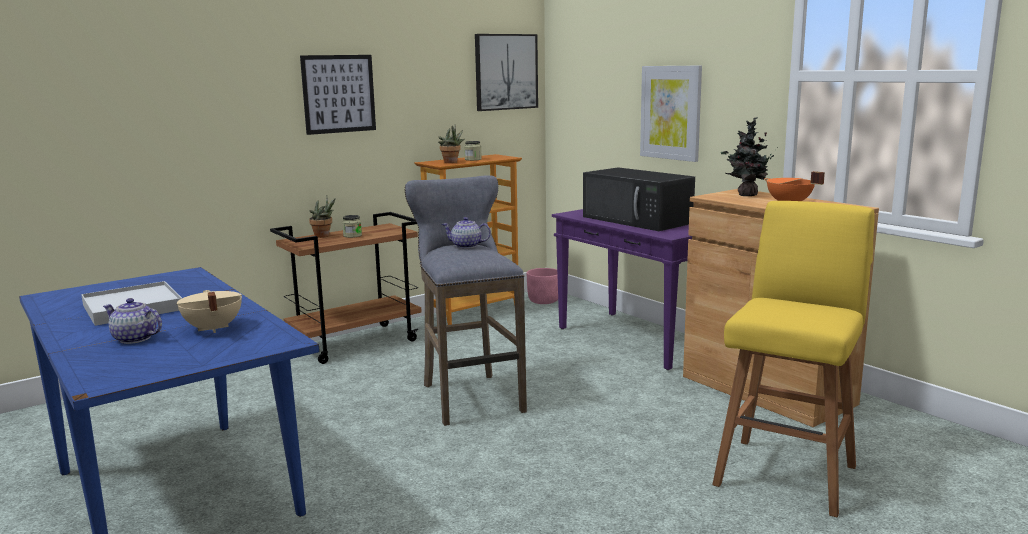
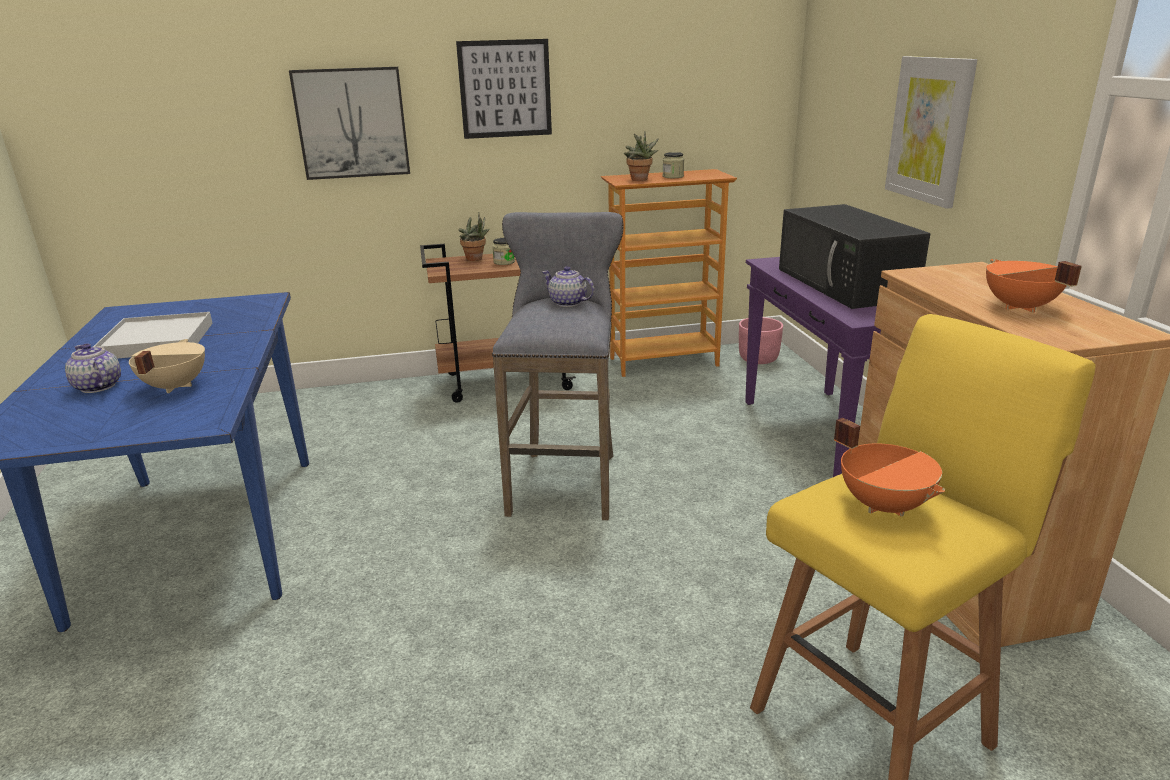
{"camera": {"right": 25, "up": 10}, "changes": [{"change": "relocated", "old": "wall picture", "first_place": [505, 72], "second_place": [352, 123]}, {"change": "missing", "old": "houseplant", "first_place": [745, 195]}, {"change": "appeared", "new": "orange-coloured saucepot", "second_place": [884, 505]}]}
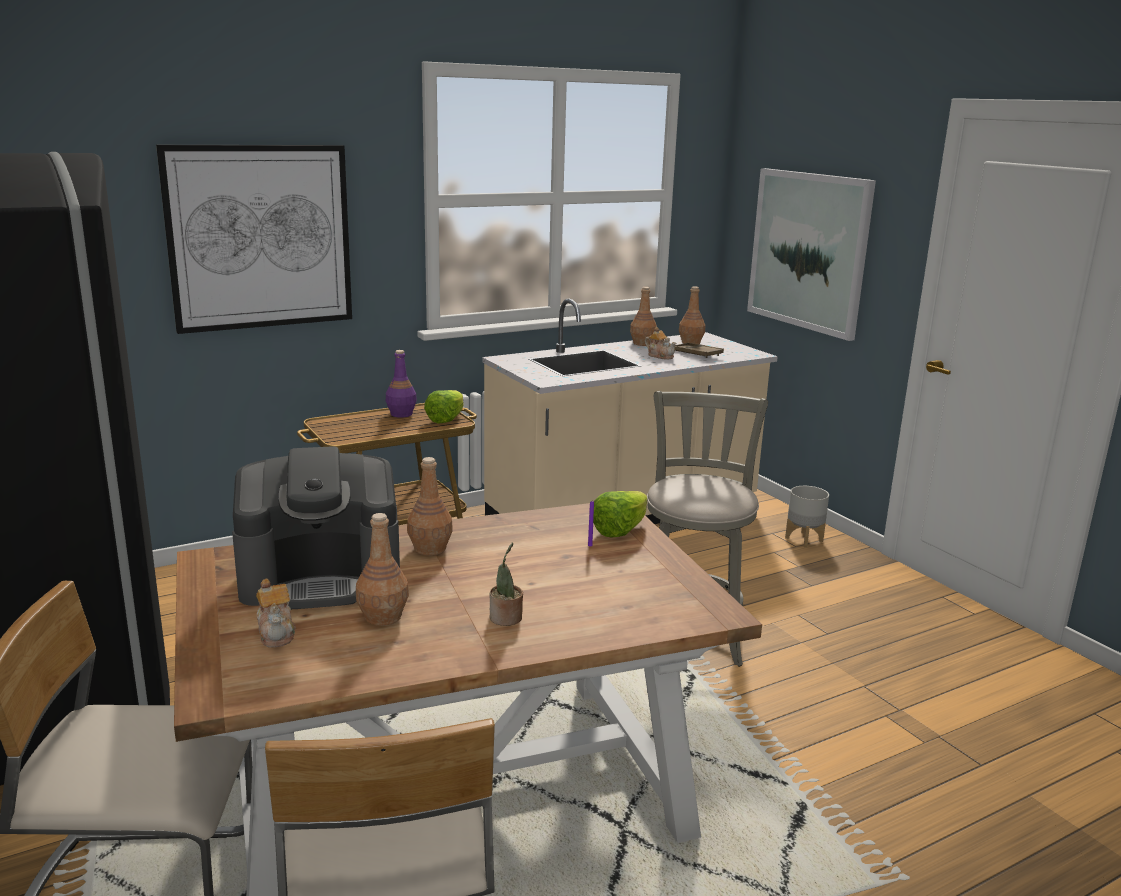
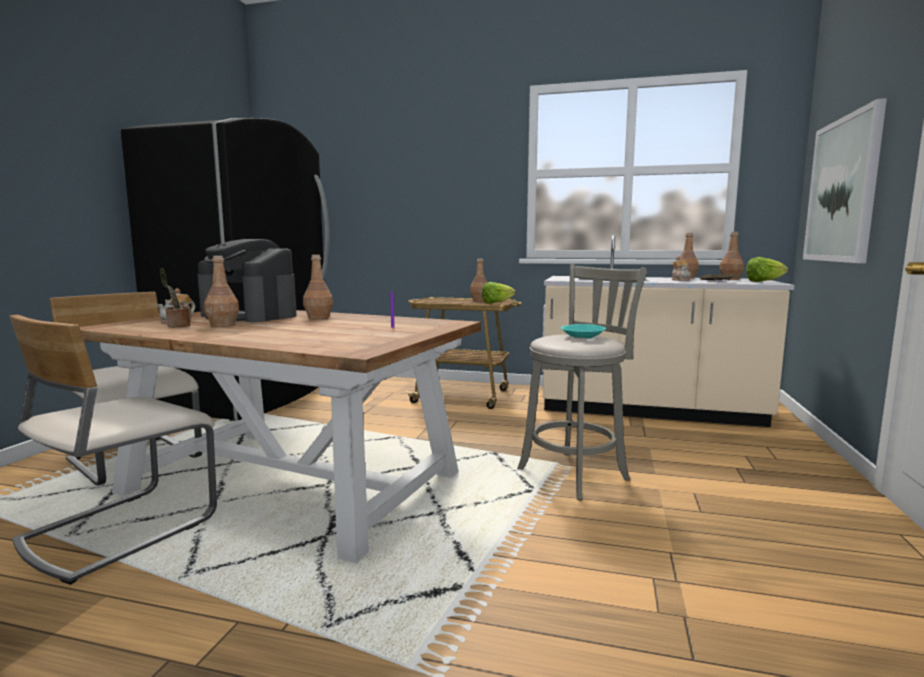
{"camera": {"right": 45, "up": -10}, "changes": [{"change": "missing", "old": "wall picture", "first_place": [260, 237]}, {"change": "colour", "old": "purple-coloured drink bottle", "new": "brownish drink bottle", "first_place": [401, 414], "second_place": [479, 300]}, {"change": "missing", "old": "greyish plant pot", "first_place": [803, 539]}, {"change": "relocated", "old": "head of lettuce", "first_place": [620, 530], "second_place": [764, 282]}, {"change": "relocated", "old": "houseplant", "first_place": [506, 619], "second_place": [177, 326]}, {"change": "appeared", "new": "blue-green deep dish", "second_place": [583, 337]}]}
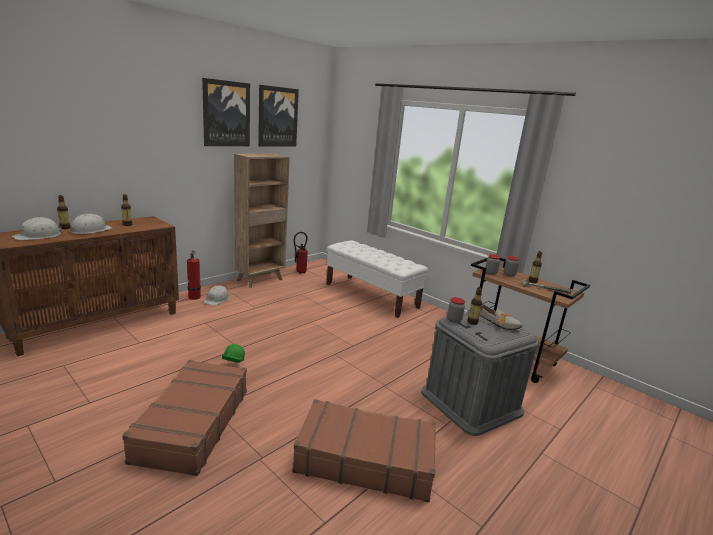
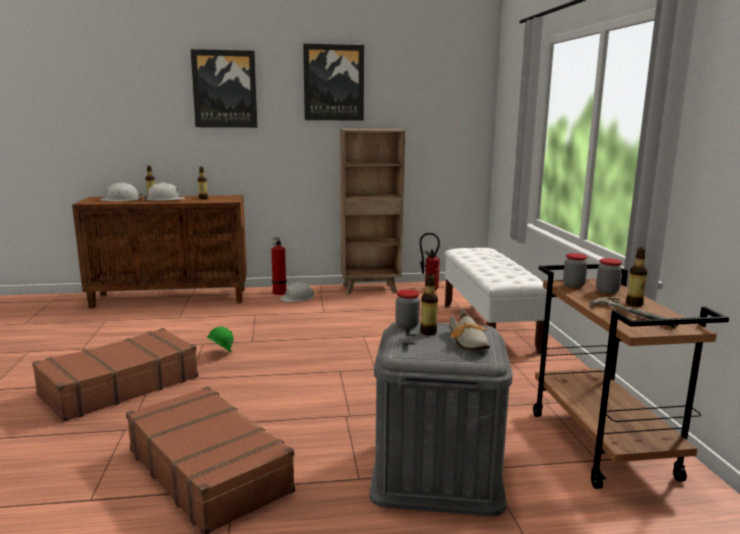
{"camera": {"right": 40, "up": -5}, "changes": [{"change": "relocated", "old": "wall picture", "first_place": [277, 117], "second_place": [225, 89]}]}
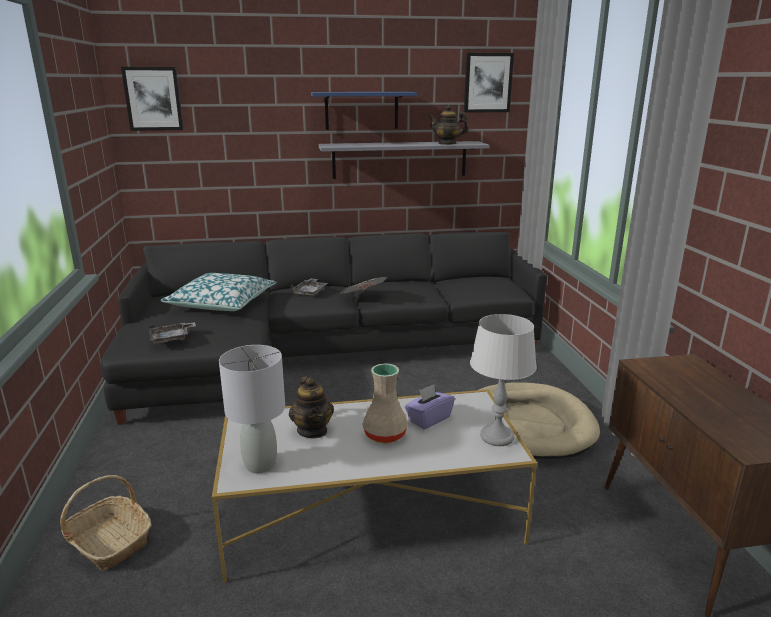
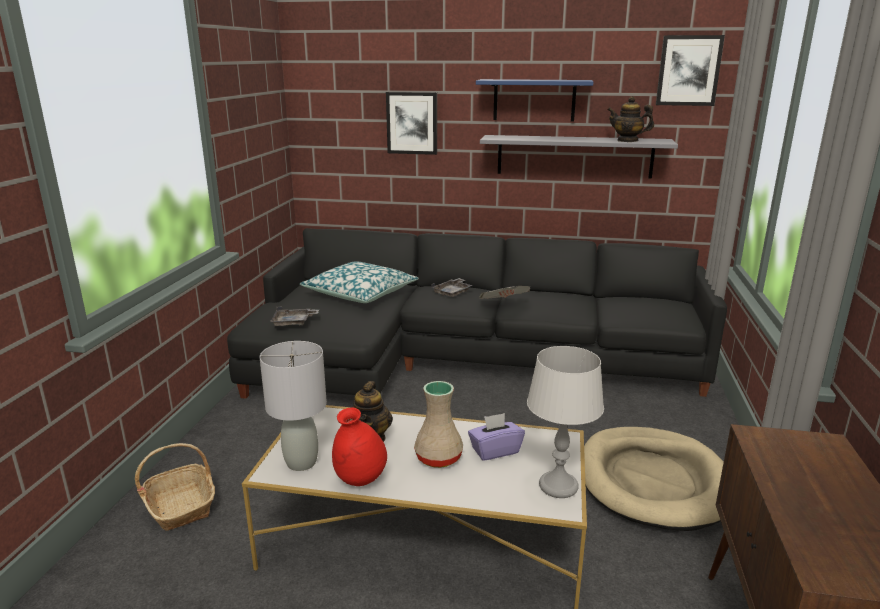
{"camera": {"right": 20, "up": 0}, "changes": [{"change": "relocated", "old": "wall picture", "first_place": [153, 99], "second_place": [412, 123]}, {"change": "appeared", "new": "red-coloured vase", "second_place": [360, 480]}]}
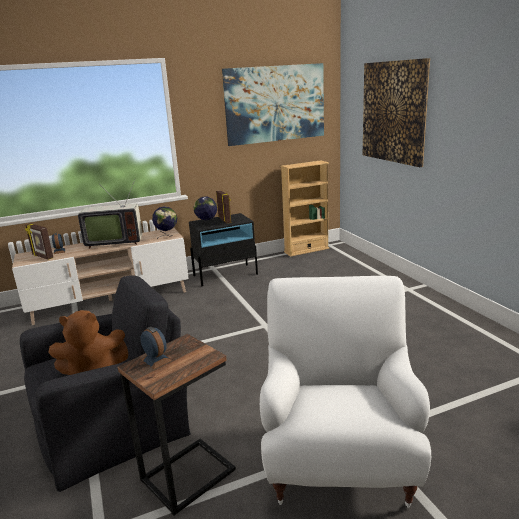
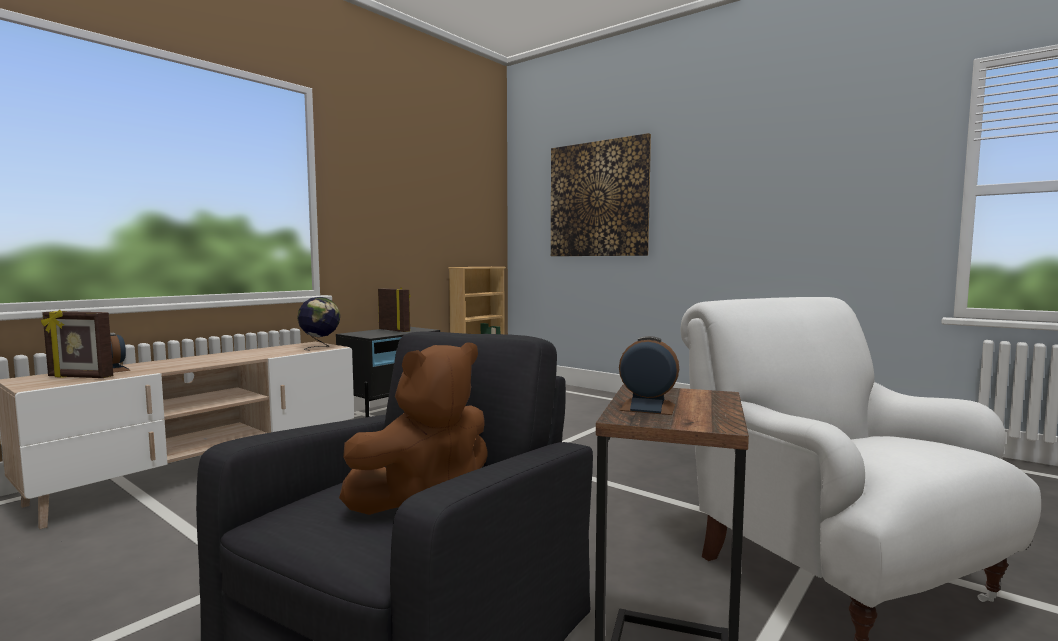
{"camera": {"right": -30, "up": -15}, "changes": [{"change": "missing", "old": "wall picture", "first_place": [275, 104]}, {"change": "missing", "old": "TV set", "first_place": [114, 242]}, {"change": "missing", "old": "desk globe", "first_place": [207, 226]}]}
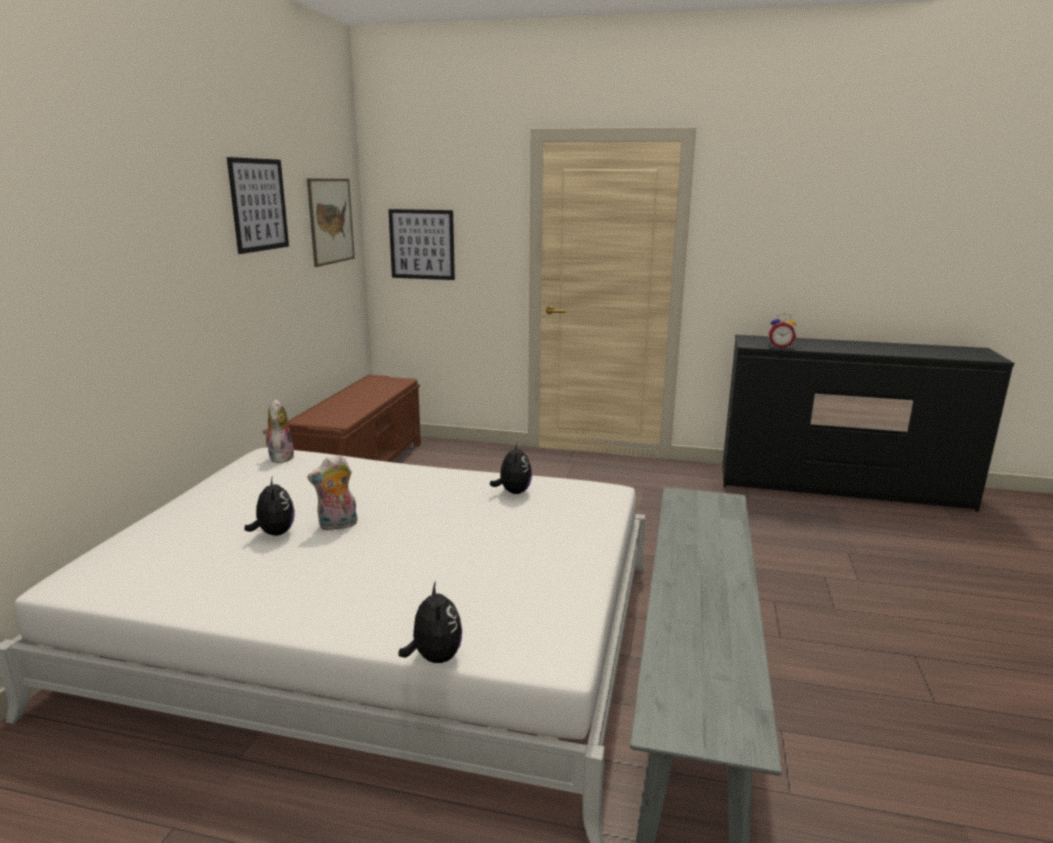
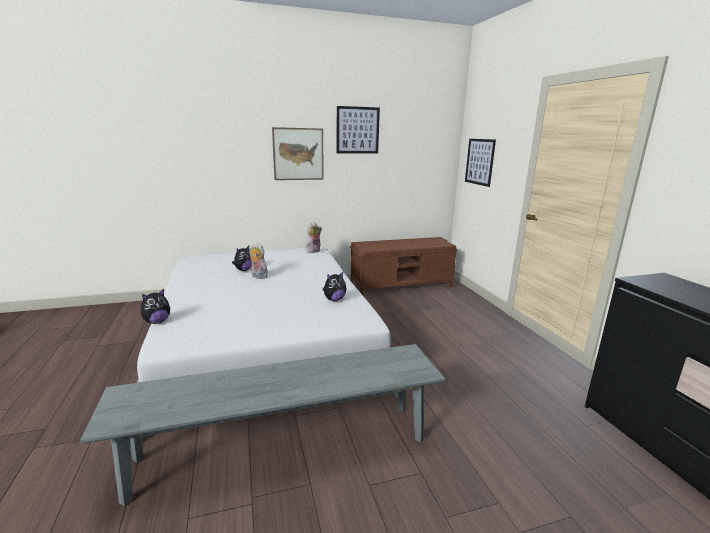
{"camera": {"right": 60, "up": 0}, "changes": [{"change": "relocated", "old": "wall picture", "first_place": [331, 221], "second_place": [298, 154]}, {"change": "missing", "old": "table clock", "first_place": [780, 346]}]}
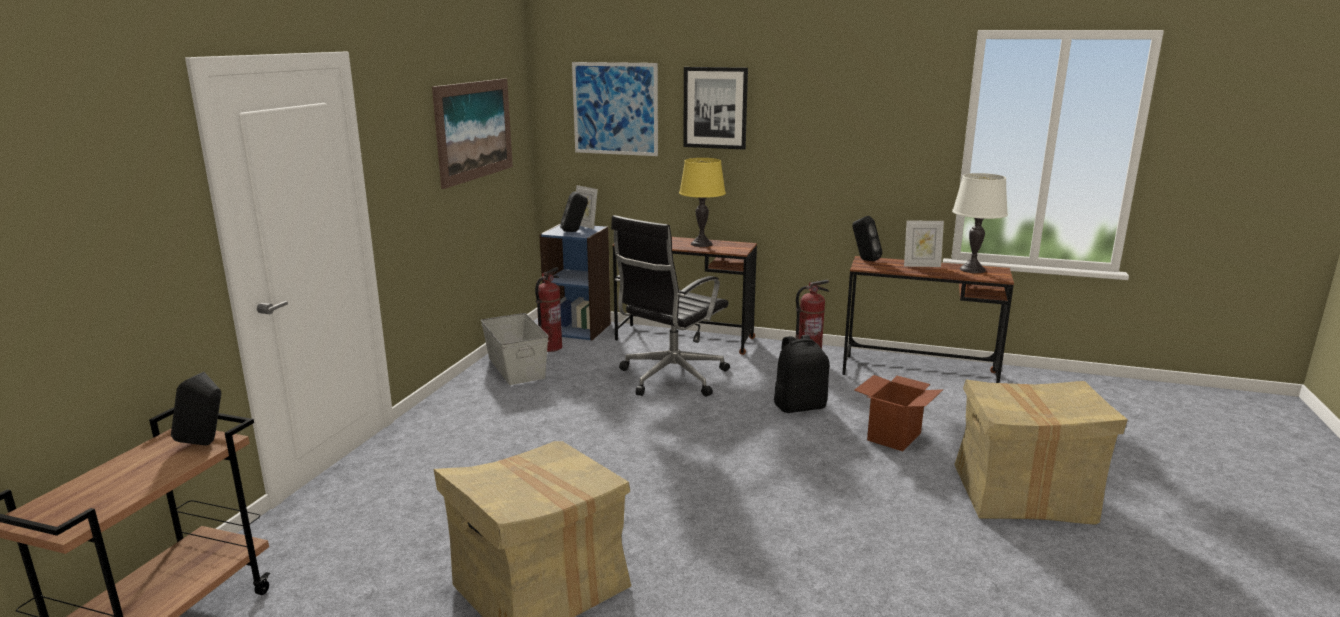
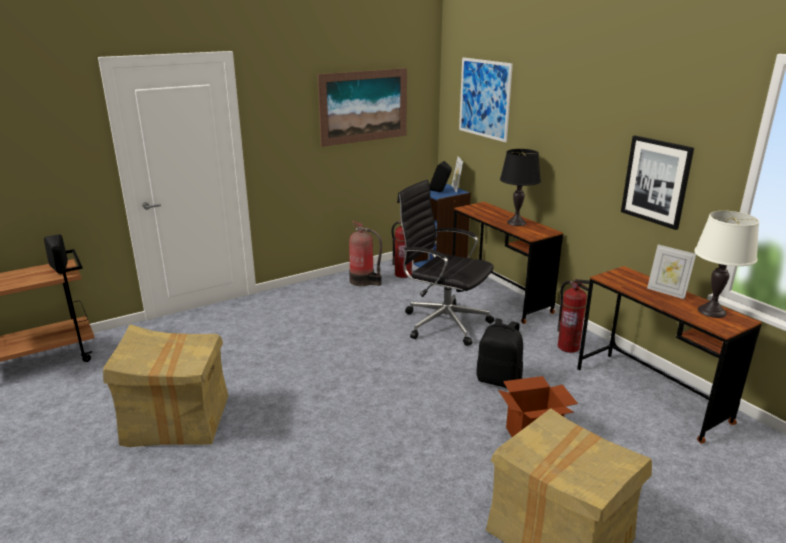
{"camera": {"right": 40, "up": 5}, "changes": [{"change": "relocated", "old": "wall picture", "first_place": [715, 108], "second_place": [656, 181]}, {"change": "colour", "old": "yellowish tabletop lamp", "new": "blackish tabletop lamp", "first_place": [701, 244], "second_place": [516, 223]}, {"change": "spun", "old": "blackish office chair", "first_place": [670, 378], "second_place": [443, 323], "degrees": 45}, {"change": "missing", "old": "blackish loudspeaker", "first_place": [864, 260]}, {"change": "exchanged", "old": "greyish storage box", "new": "extinguisher", "first_place": [516, 367], "second_place": [364, 281]}]}
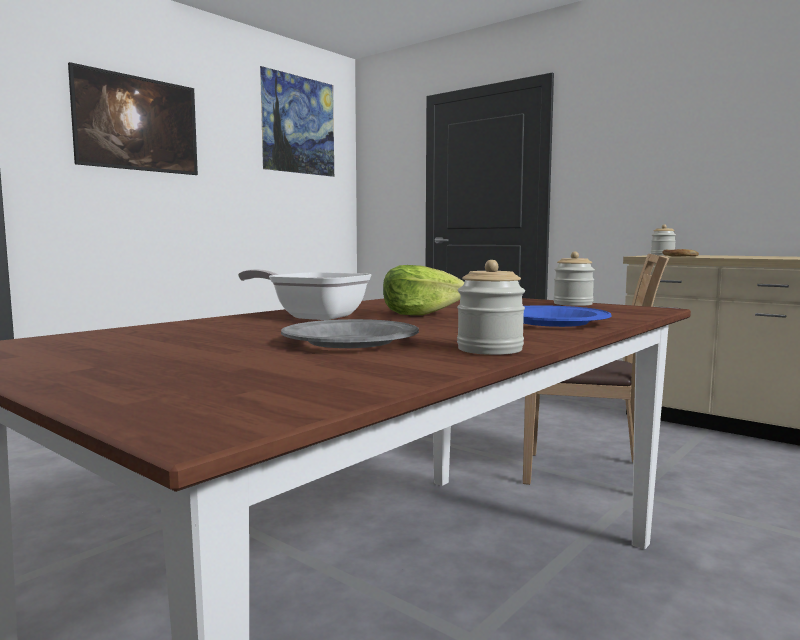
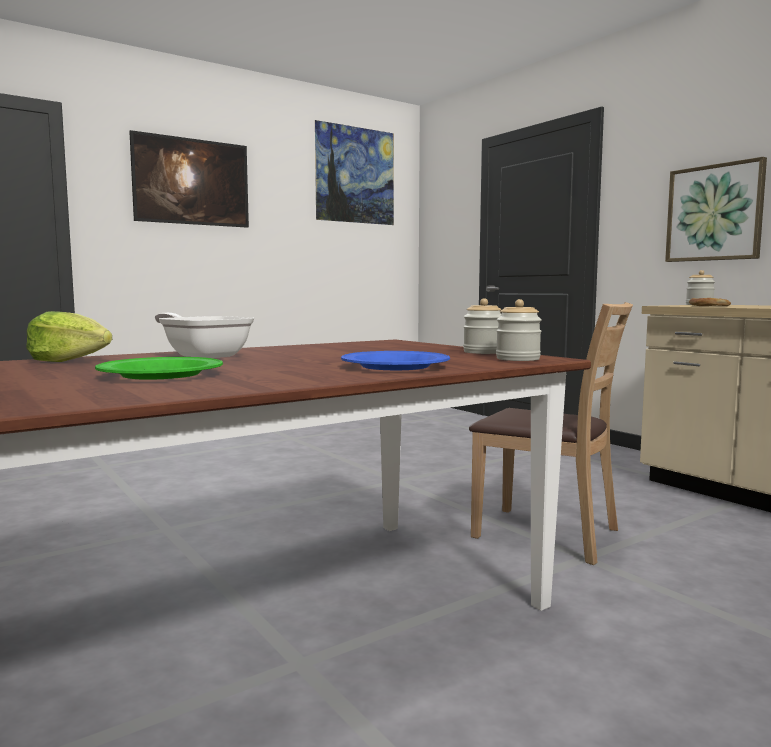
{"camera": {"right": 15, "up": 0}, "changes": [{"change": "relocated", "old": "preserve jar", "first_place": [490, 349], "second_place": [517, 359]}, {"change": "relocated", "old": "head of lettuce", "first_place": [419, 314], "second_place": [69, 361]}, {"change": "colour", "old": "greyish dinner plate", "new": "greenish dinner plate", "first_place": [351, 341], "second_place": [162, 374]}, {"change": "appeared", "new": "wall picture", "second_place": [714, 213]}]}
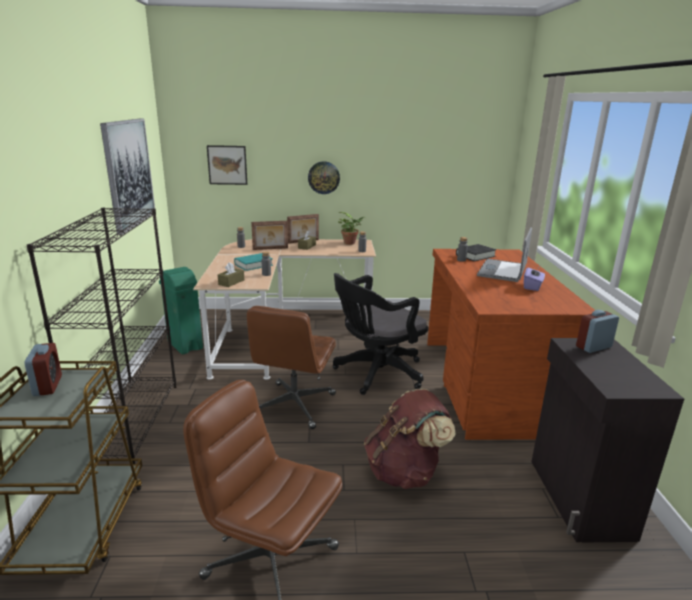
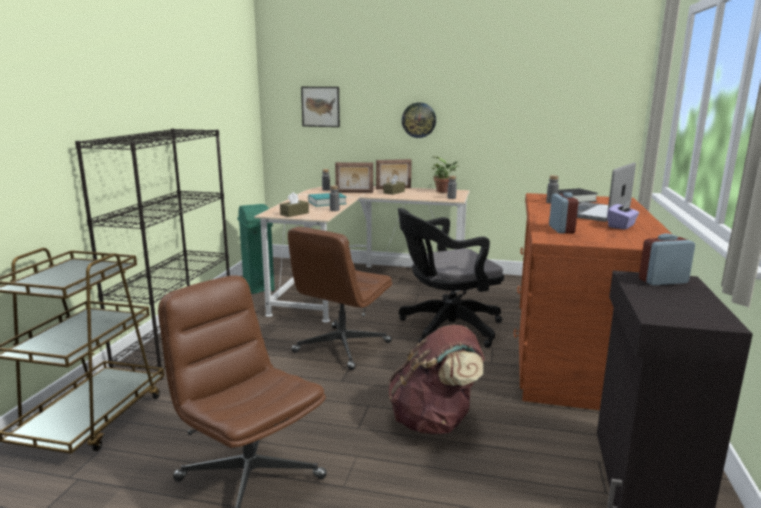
{"camera": {"right": 15, "up": -5}, "changes": [{"change": "missing", "old": "wall picture", "first_place": [128, 173]}, {"change": "relocated", "old": "table clock", "first_place": [48, 386], "second_place": [561, 229]}]}
